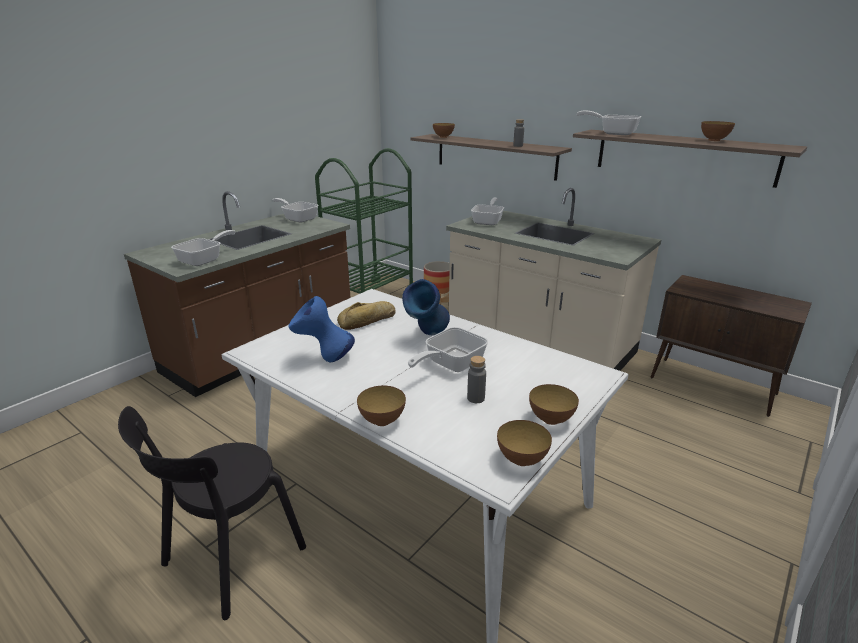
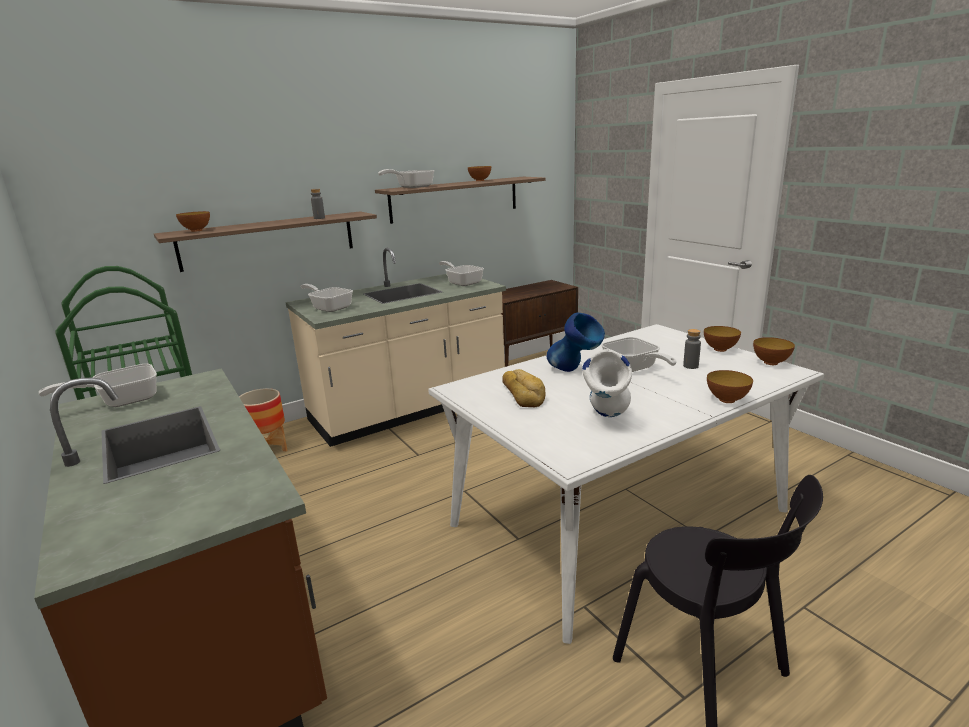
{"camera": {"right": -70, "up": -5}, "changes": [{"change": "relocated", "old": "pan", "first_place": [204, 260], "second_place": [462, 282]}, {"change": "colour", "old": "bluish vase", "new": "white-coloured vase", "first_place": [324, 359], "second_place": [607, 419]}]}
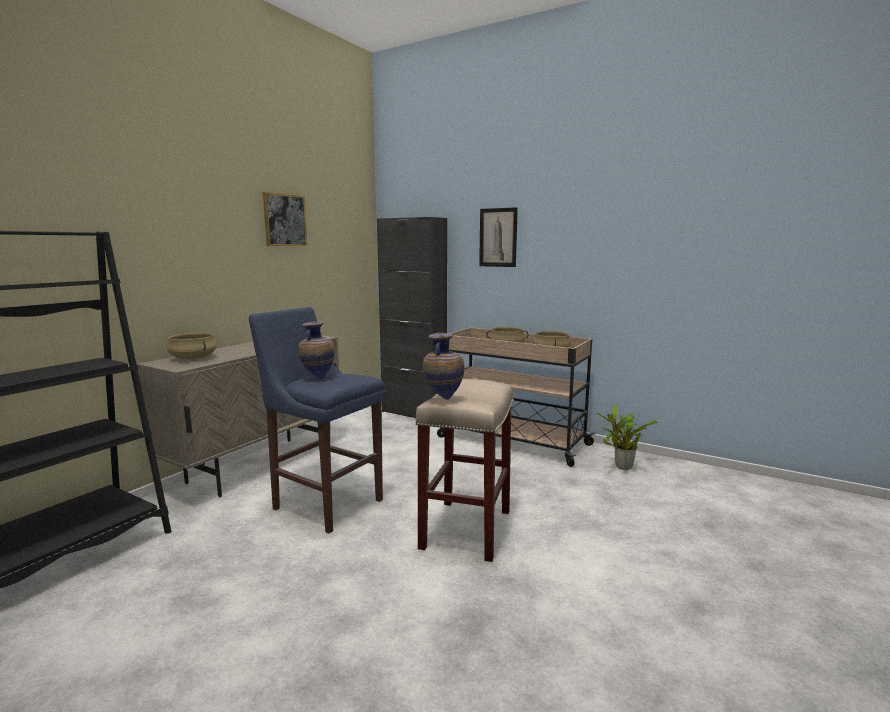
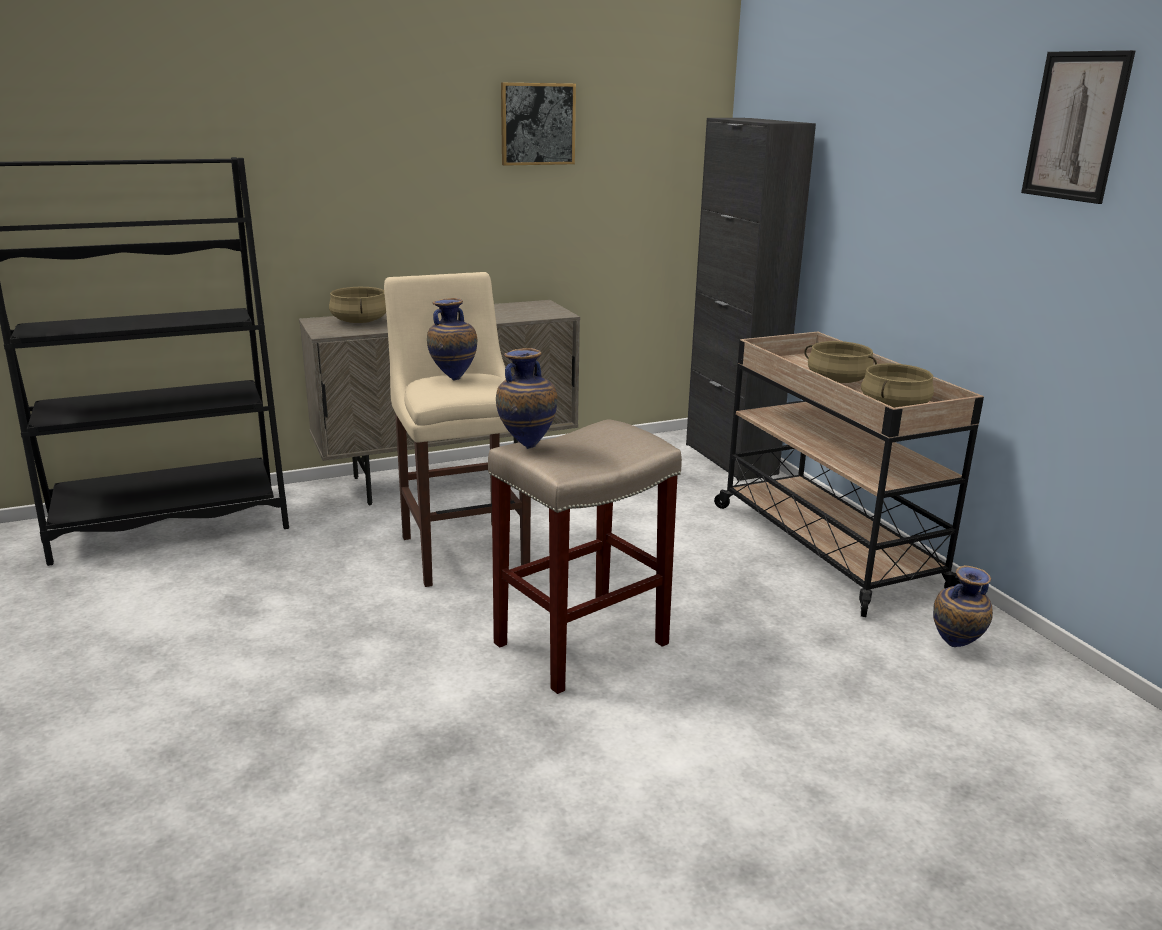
{"camera": {"right": 35, "up": 10}, "changes": [{"change": "relocated", "old": "wall picture", "first_place": [498, 237], "second_place": [1075, 126]}, {"change": "colour", "old": "bluish sitting stool", "new": "beige-coloured sitting stool", "first_place": [325, 502], "second_place": [463, 549]}, {"change": "exchanged", "old": "houseplant", "new": "vase", "first_place": [621, 467], "second_place": [955, 648]}]}
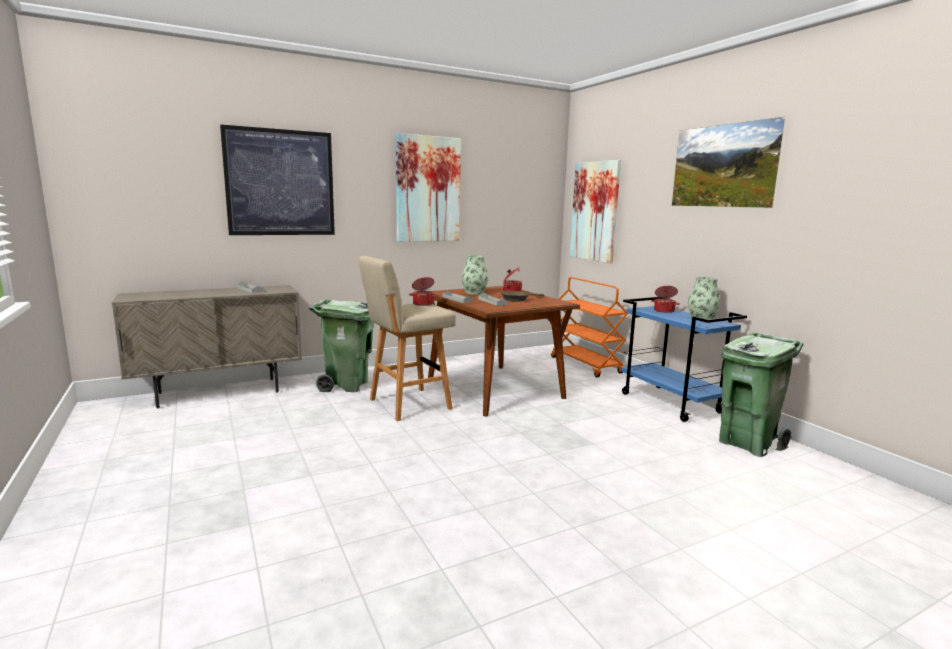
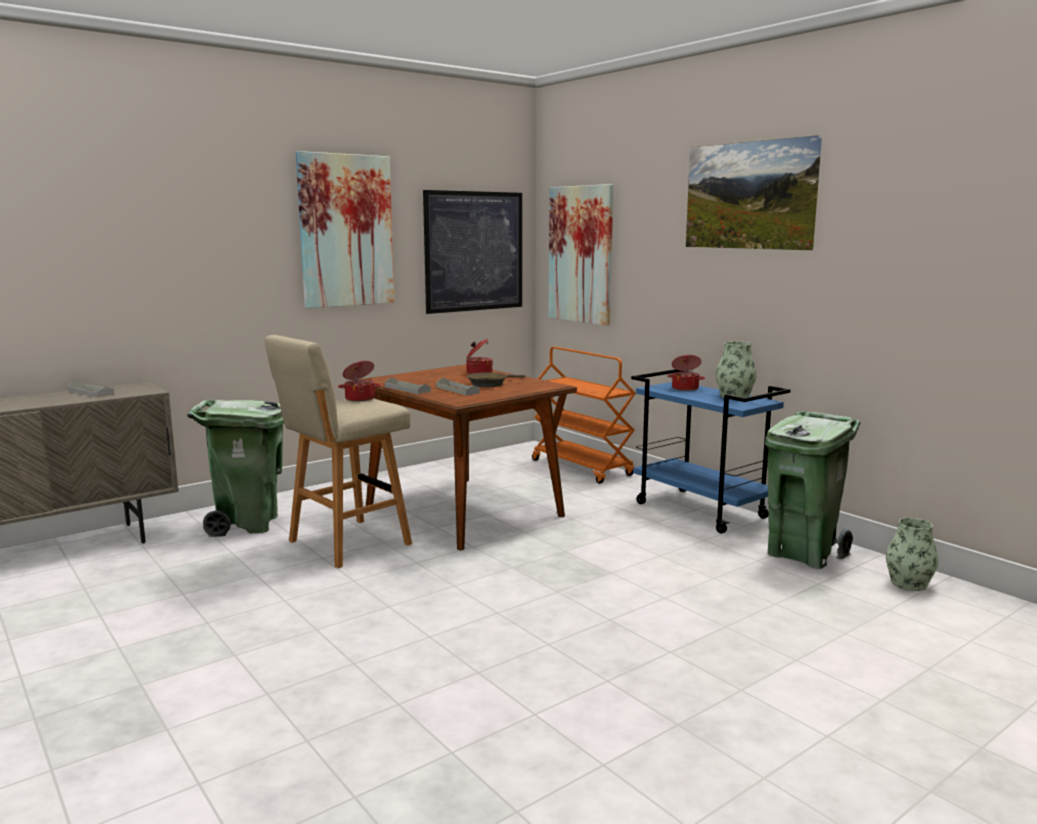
{"camera": {"right": -10, "up": 0}, "changes": [{"change": "relocated", "old": "wall picture", "first_place": [280, 183], "second_place": [474, 251]}, {"change": "relocated", "old": "vase", "first_place": [474, 293], "second_place": [908, 584]}]}
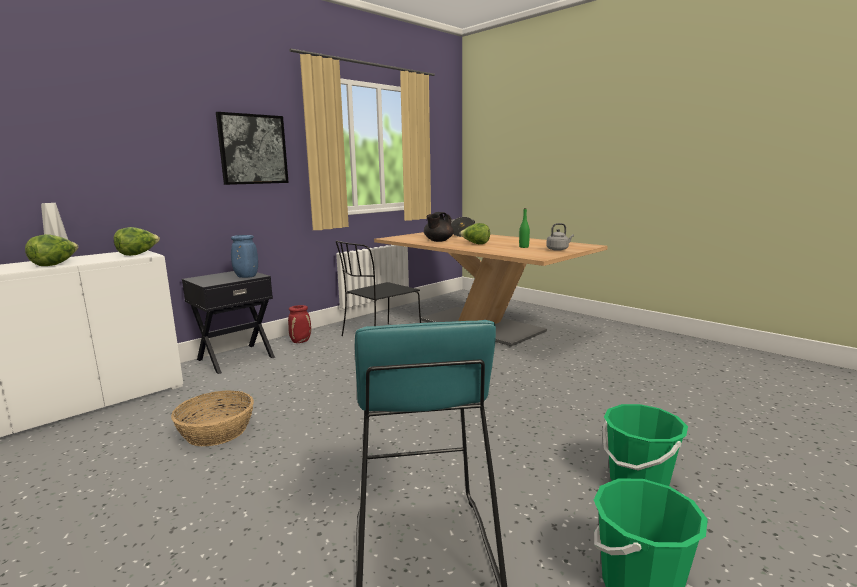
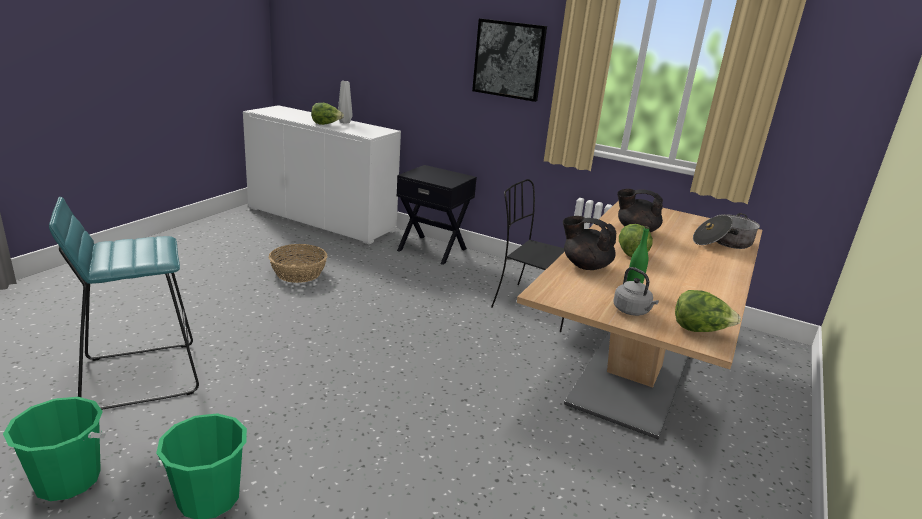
{"camera": {"right": 70, "up": 10}, "changes": [{"change": "relocated", "old": "head of lettuce", "first_place": [138, 254], "second_place": [699, 330]}, {"change": "missing", "old": "bluish vase", "first_place": [245, 277]}, {"change": "missing", "old": "red-coloured vase", "first_place": [301, 341]}, {"change": "appeared", "new": "blackish teapot", "second_place": [585, 265]}]}
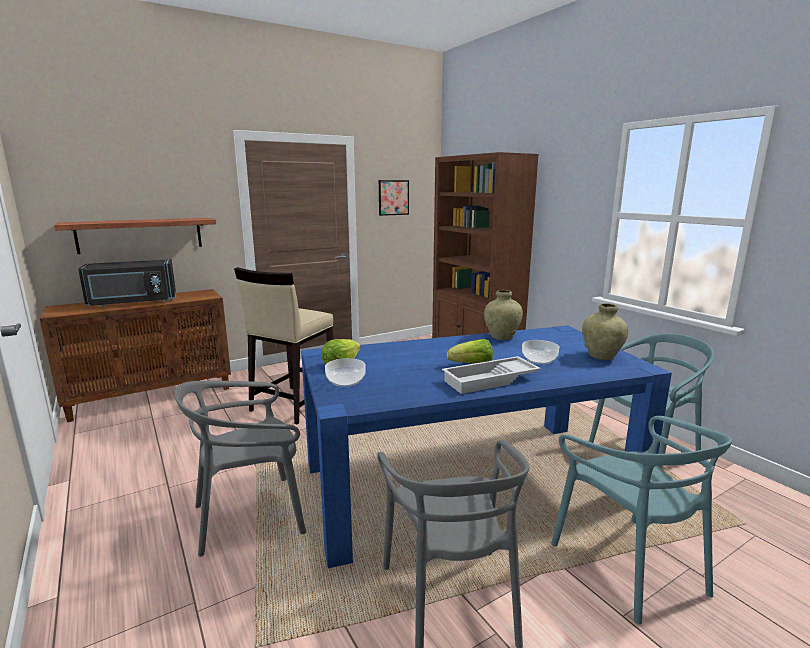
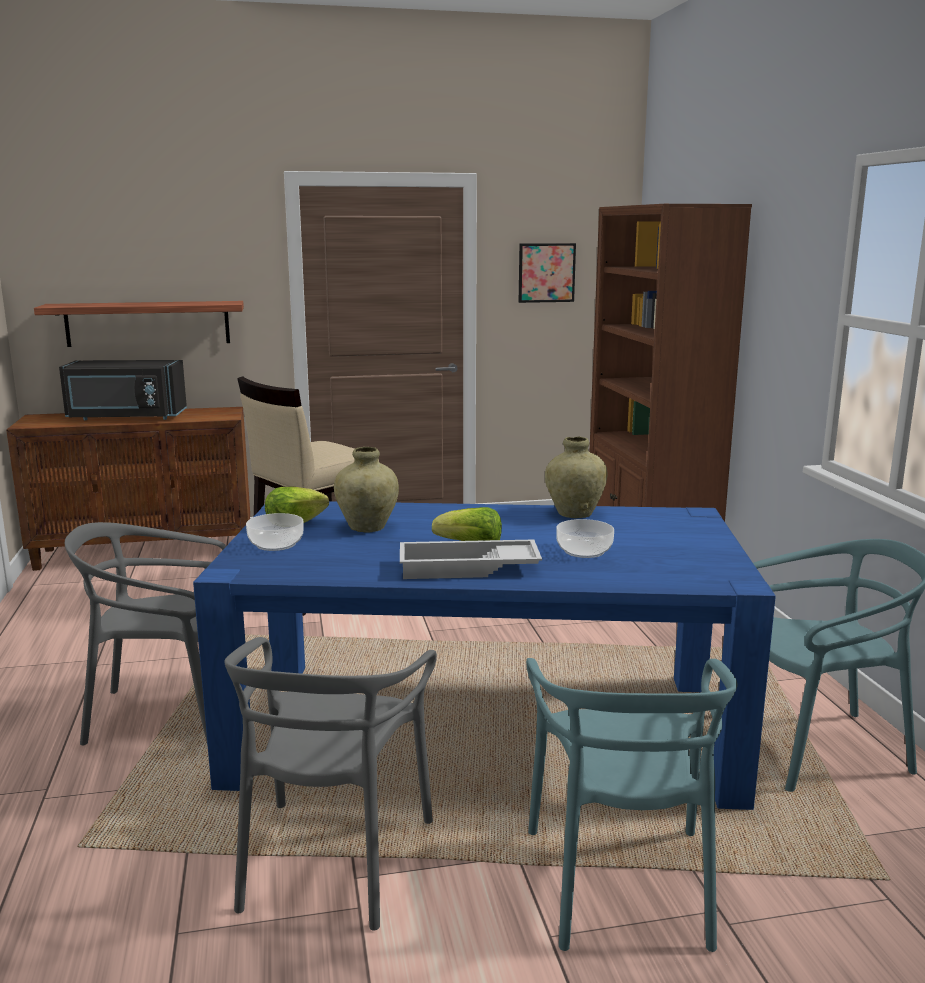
{"camera": {"right": 20, "up": 0}, "changes": [{"change": "relocated", "old": "beige-coloured vase", "first_place": [601, 356], "second_place": [367, 527]}]}
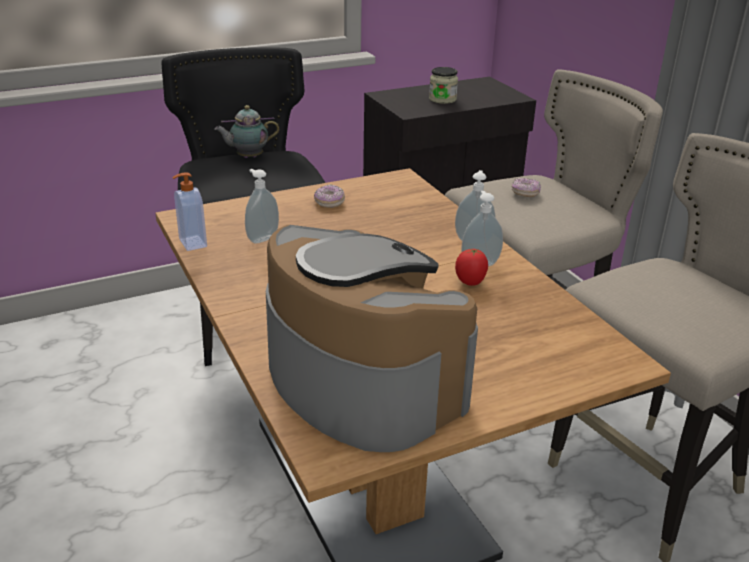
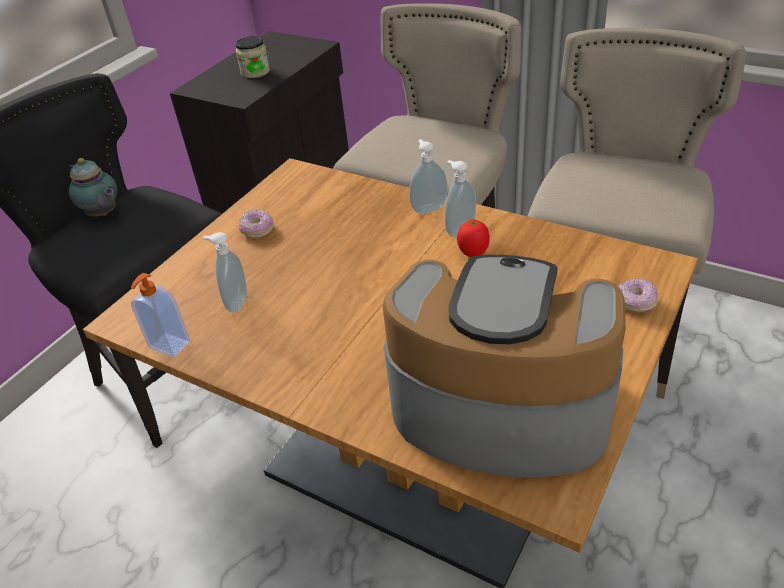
{"camera": {"right": -30, "up": 10}, "changes": [{"change": "spun", "old": "teapot", "first_place": [248, 157], "second_place": [103, 214], "degrees": -90}, {"change": "relocated", "old": "doughnut", "first_place": [525, 193], "second_place": [635, 303]}]}
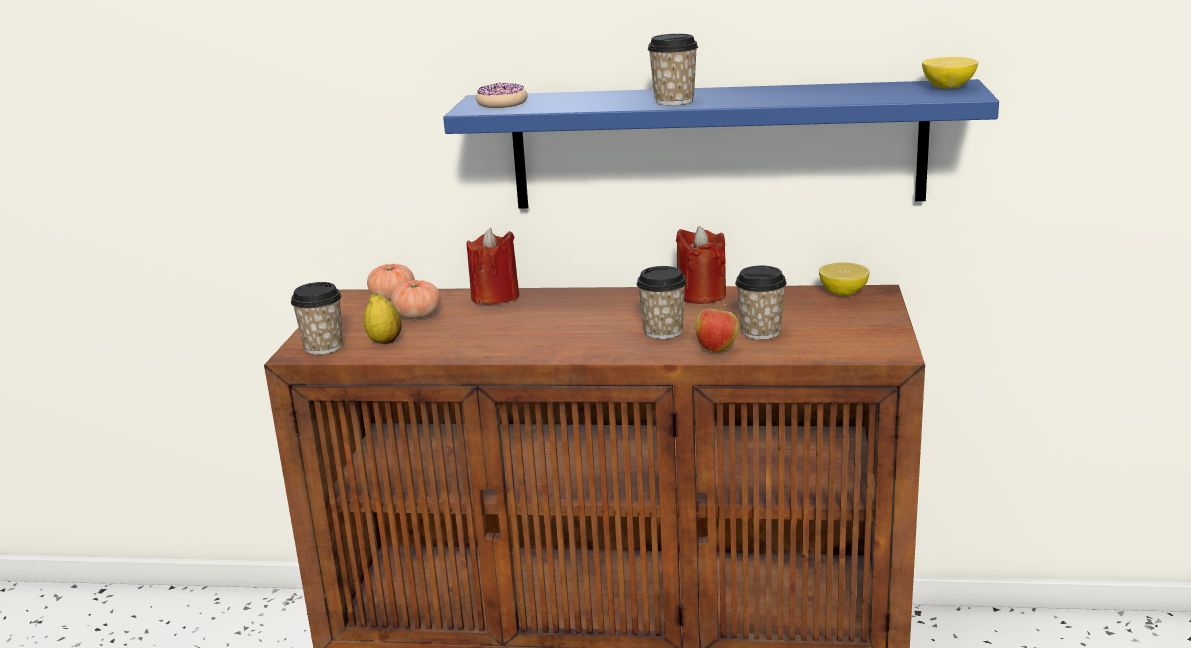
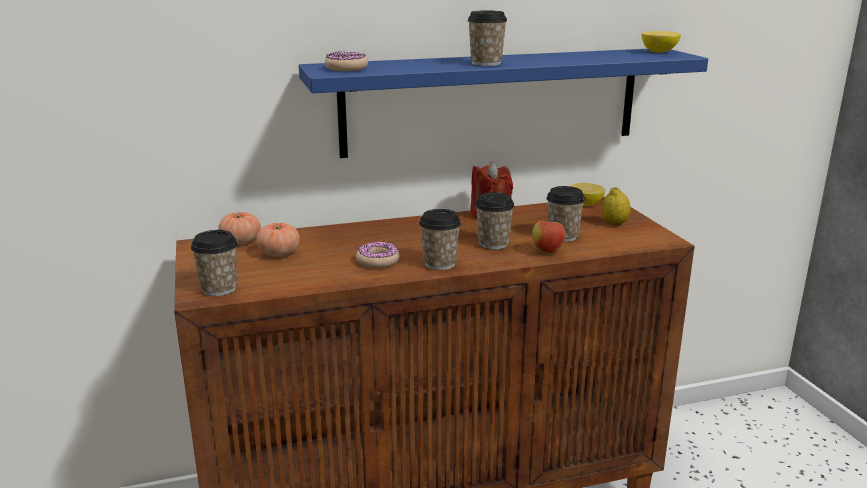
{"camera": {"right": -25, "up": 0}, "changes": [{"change": "missing", "old": "red-coloured candle", "first_place": [495, 297]}, {"change": "relocated", "old": "citrus fruit", "first_place": [385, 341], "second_place": [614, 223]}, {"change": "appeared", "new": "drinking cup", "second_place": [439, 263]}, {"change": "appeared", "new": "doughnut", "second_place": [377, 261]}]}
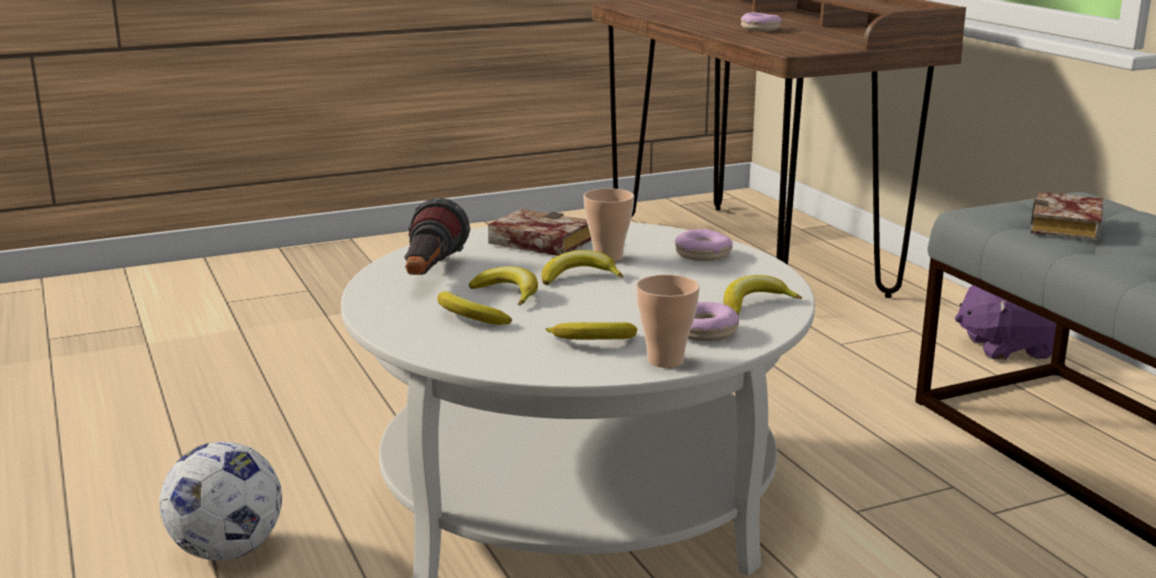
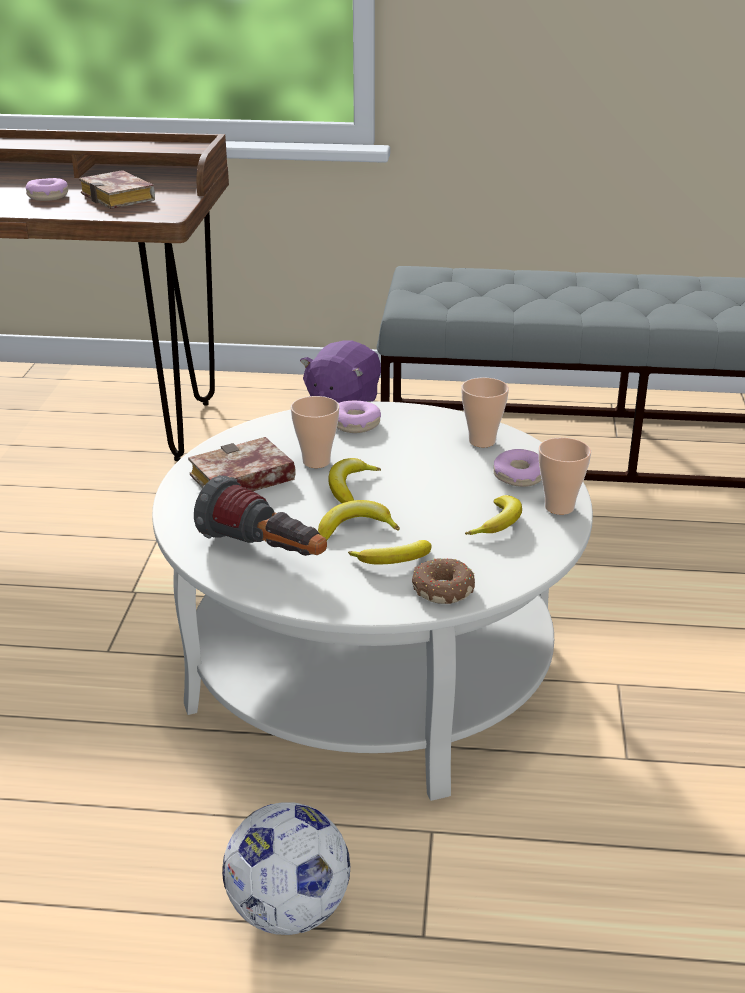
{"camera": {"right": -60, "up": 10}, "changes": [{"change": "relocated", "old": "bound book", "first_place": [1069, 227], "second_place": [121, 198]}, {"change": "exchanged", "old": "whole banana", "new": "drinking cup", "first_place": [754, 304], "second_place": [482, 441]}, {"change": "appeared", "new": "doughnut", "second_place": [442, 589]}]}
